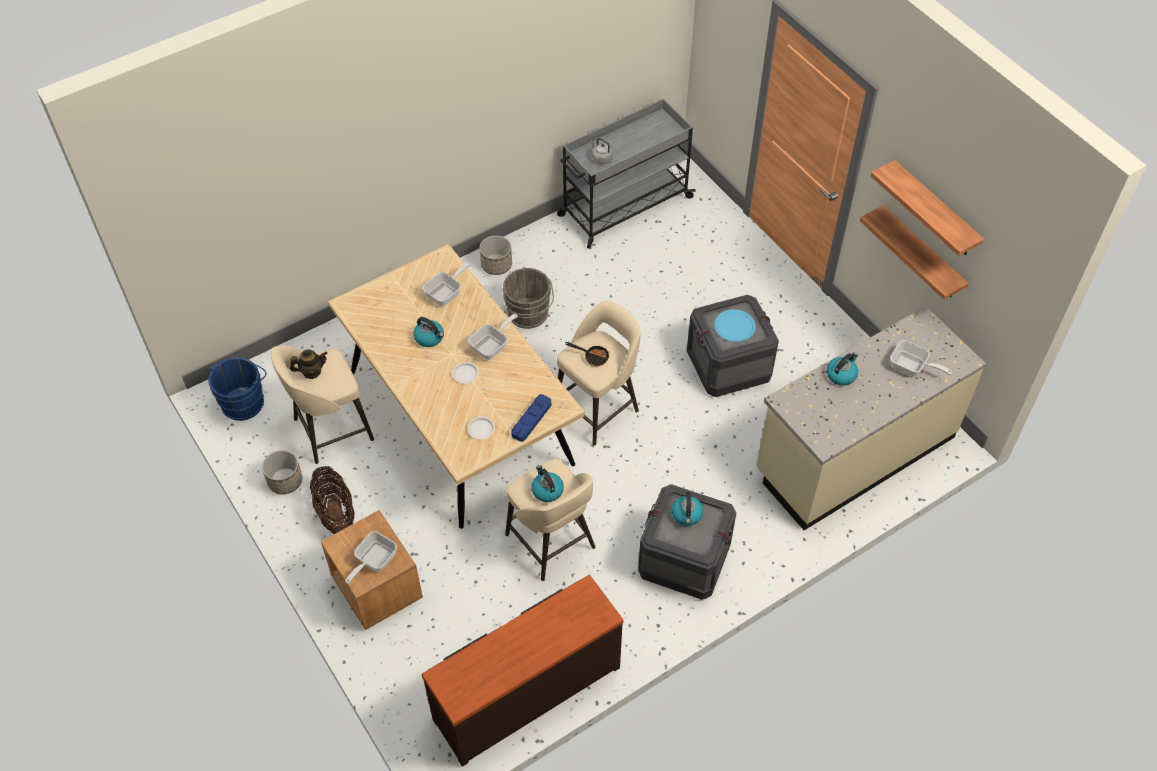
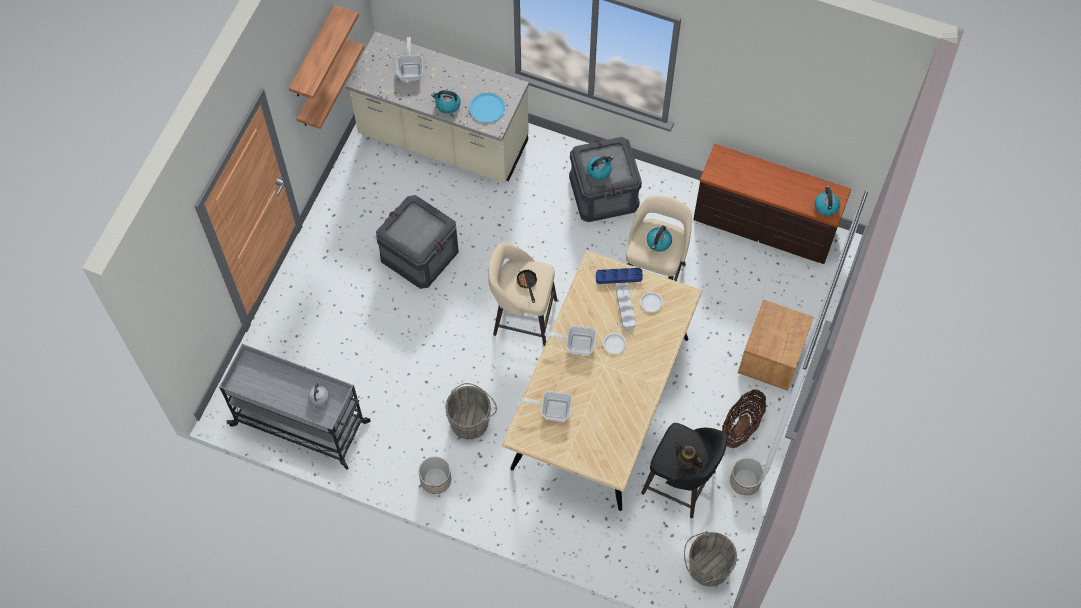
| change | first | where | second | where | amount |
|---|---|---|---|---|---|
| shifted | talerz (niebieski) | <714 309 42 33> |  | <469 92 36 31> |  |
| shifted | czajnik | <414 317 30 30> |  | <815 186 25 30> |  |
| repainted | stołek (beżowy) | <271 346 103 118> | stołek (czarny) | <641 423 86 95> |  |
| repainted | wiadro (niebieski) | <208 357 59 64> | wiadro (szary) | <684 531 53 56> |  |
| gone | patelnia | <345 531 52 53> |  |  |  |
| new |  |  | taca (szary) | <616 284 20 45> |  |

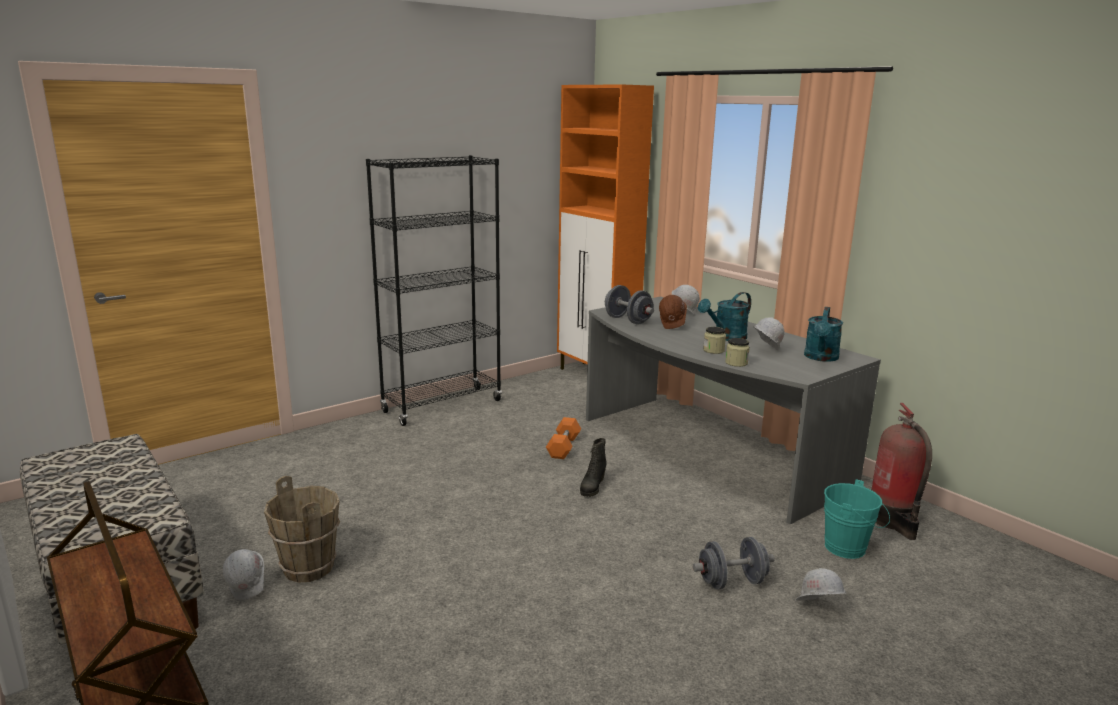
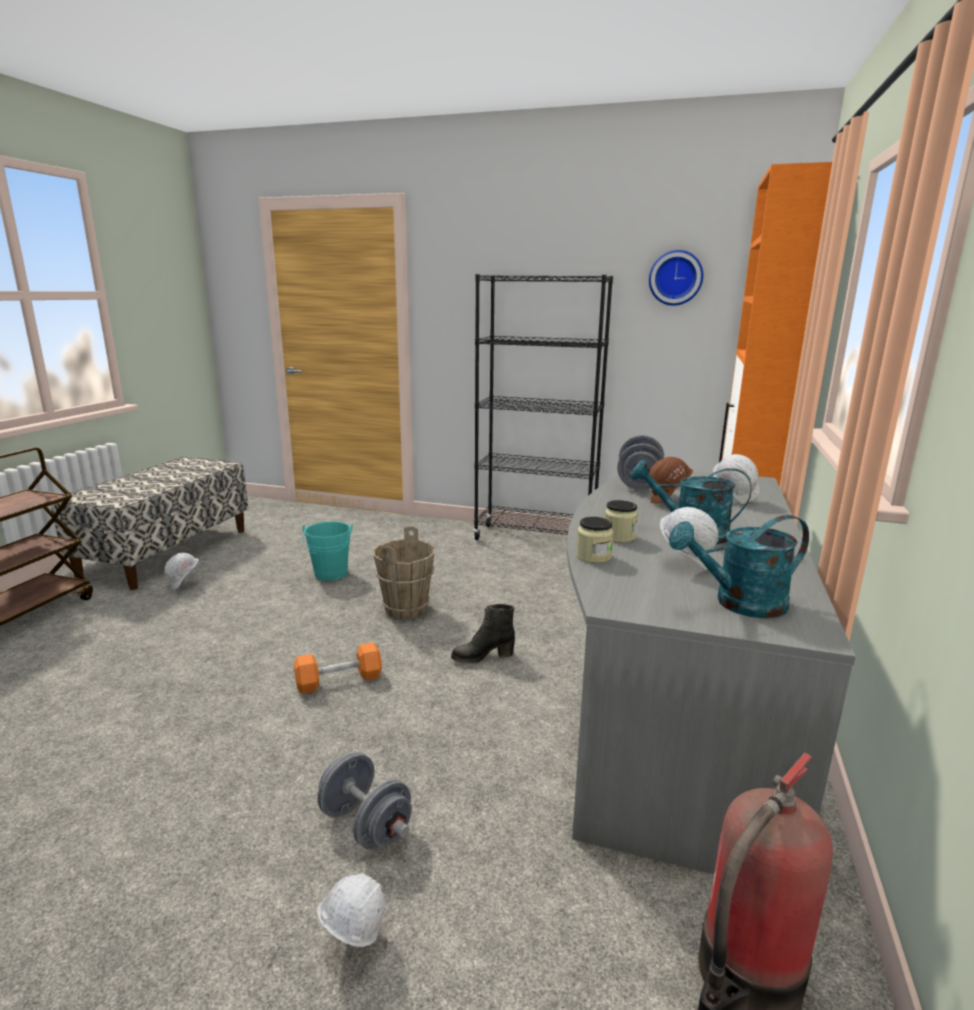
| change | first | where | second | where | amount |
|---|---|---|---|---|---|
| shifted | hantel (pomarańczowy) | <546 417 35 42> |  | <294 642 88 52> |  |
| shifted | wiadro (brązowy) | <264 476 76 106> |  | <373 526 62 93> |  |
| shifted | wiadro (turkusowy) | <824 479 66 80> |  | <302 521 51 60> |  |
| new |  |  | zegar ścienny | <649 250 54 56> |  |

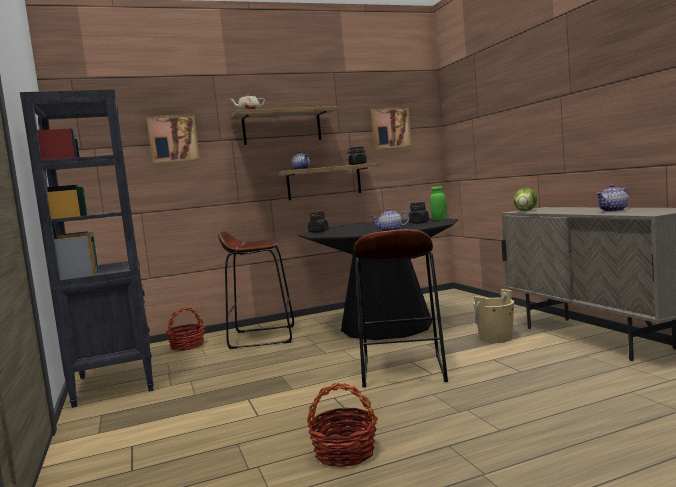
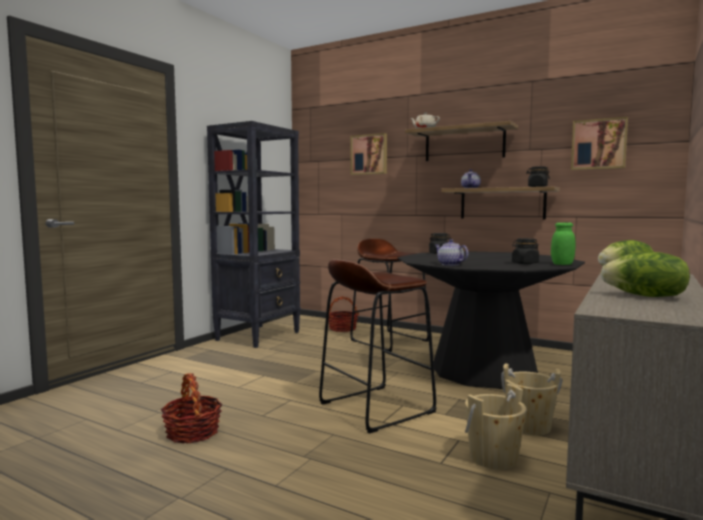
| change | first | where | second | where | amount |
|---|---|---|---|---|---|
| swapped | imbryk | <596 184 33 28> | sałata | <601 252 89 45> |  |
| new |  |  | wiadro (beżowy) | <465 384 62 86> |  |

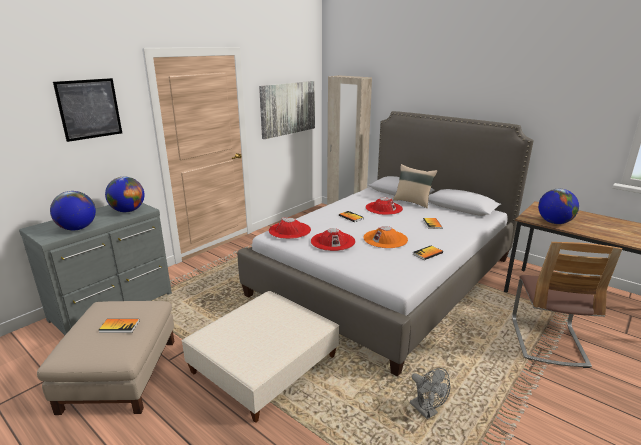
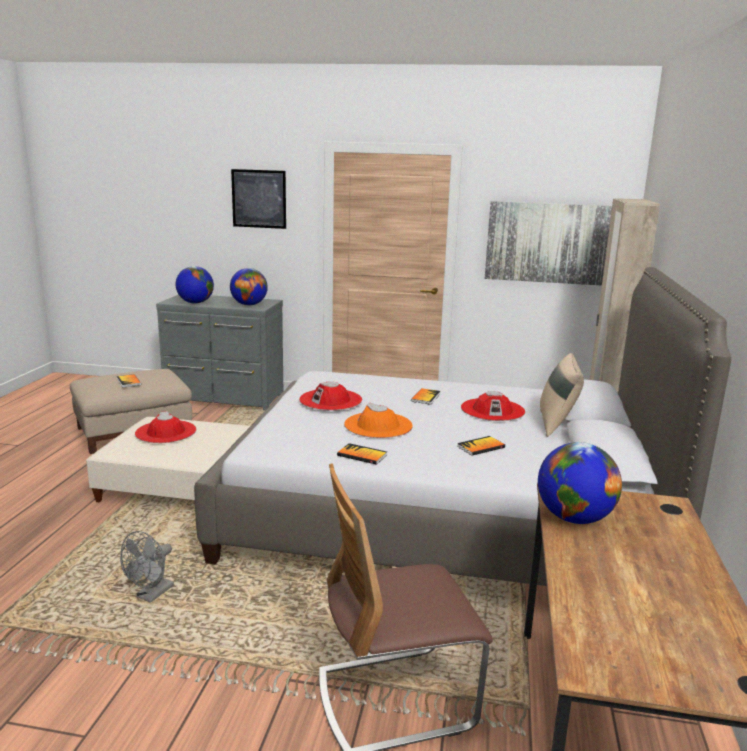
| change | first | where | second | where | amount |
|---|---|---|---|---|---|
| shifted | kapelusz (czerwony) | <269 217 42 22> |  | <135 411 61 32> |  |

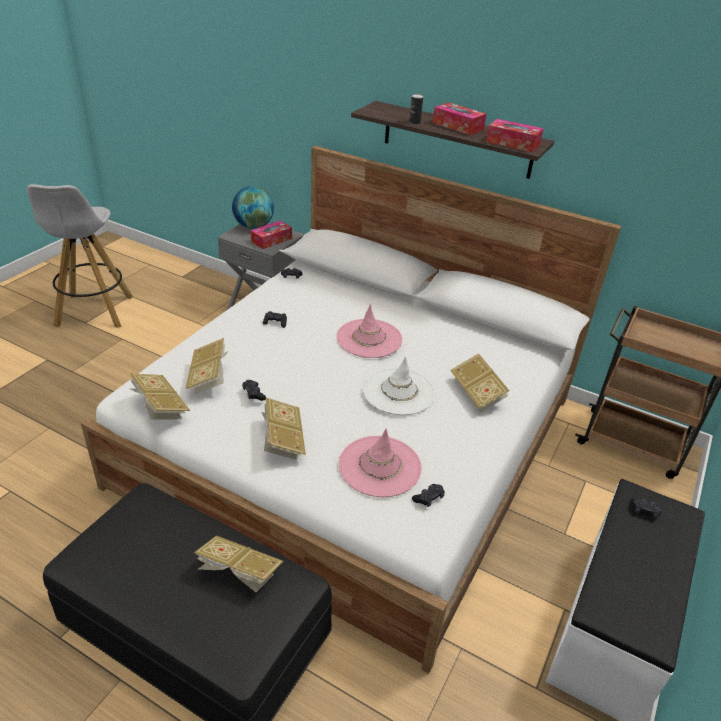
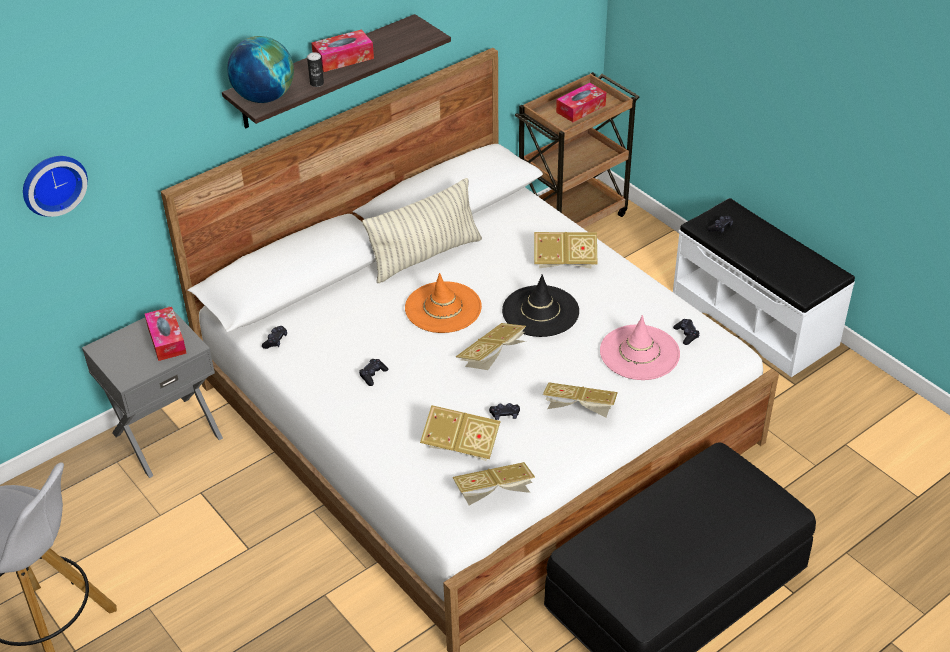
| change | first | where | second | where | amount |
|---|---|---|---|---|---|
| shifted | pudełko chusteczek | <486 119 58 33> |  | <556 83 50 39> |  |
| shifted | globus | <232 186 42 43> |  | <227 36 67 67> |  |
| repainted | kapelusz (różowy) | <336 304 66 54> | kapelusz (pomarańczowy) | <405 273 77 60> |  |
| repainted | kapelusz (biały) | <363 356 72 59> | kapelusz (czarny) | <502 274 77 63> |  |
| shifted | książka | <194 535 90 58> |  | <456 323 70 47> |  |
| new |  |  | zegar ścienny | <23 156 65 61> |  |
| new |  |  | poduszka | <362 178 120 105> |  |

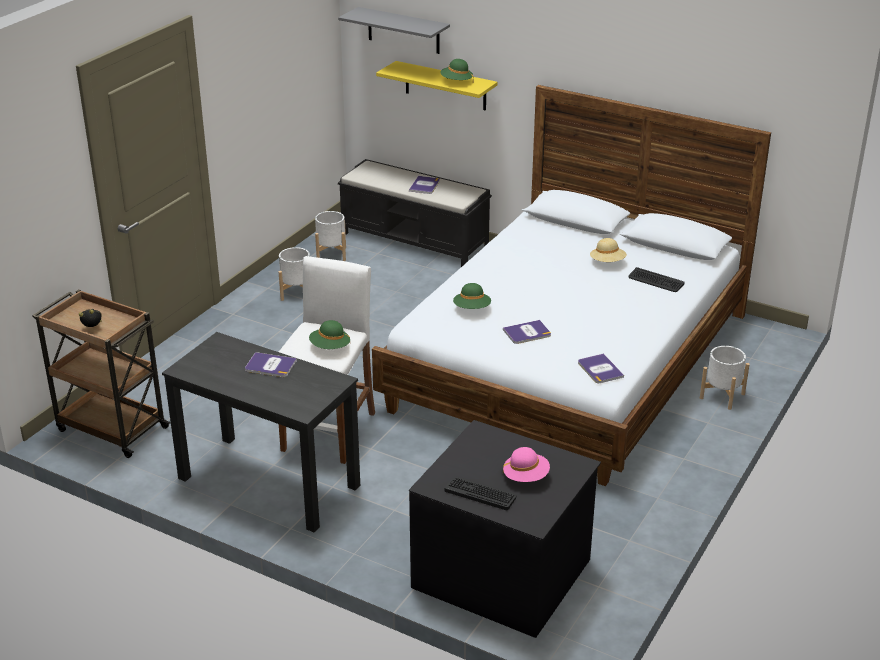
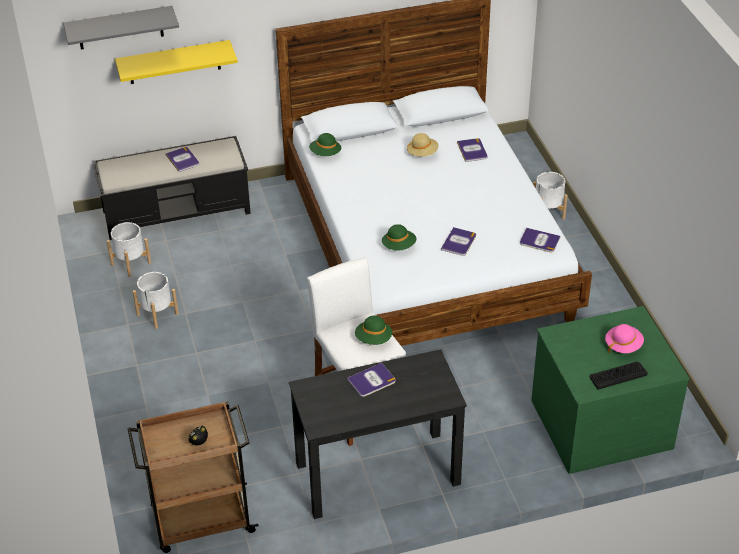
| change | first | where | second | where | amount |
|---|---|---|---|---|---|
| shifted | kapelusz (zielony) | <440 59 33 21> |  | <309 133 32 23> |  |
| swapped | klawiatura | <628 267 56 25> | książka | <457 138 30 24> |  |
| repainted | komoda (czarny) | <409 420 192 218> | komoda (zielony) | <531 306 159 168> |  |

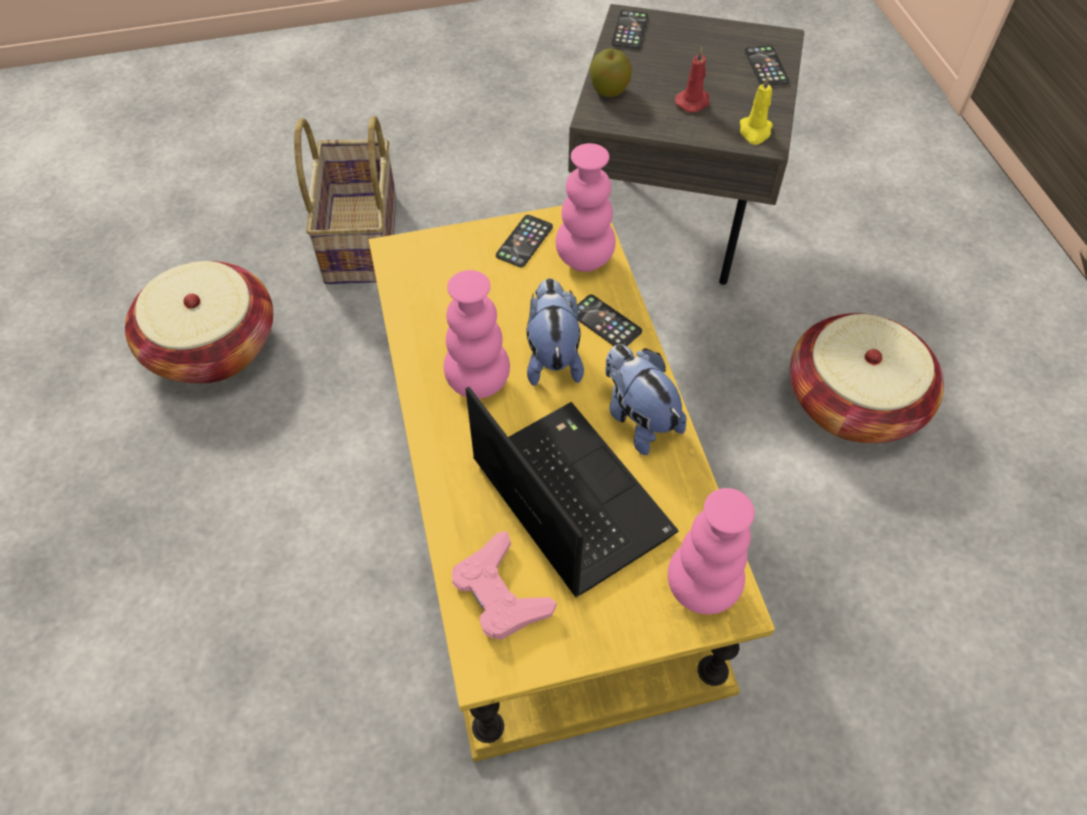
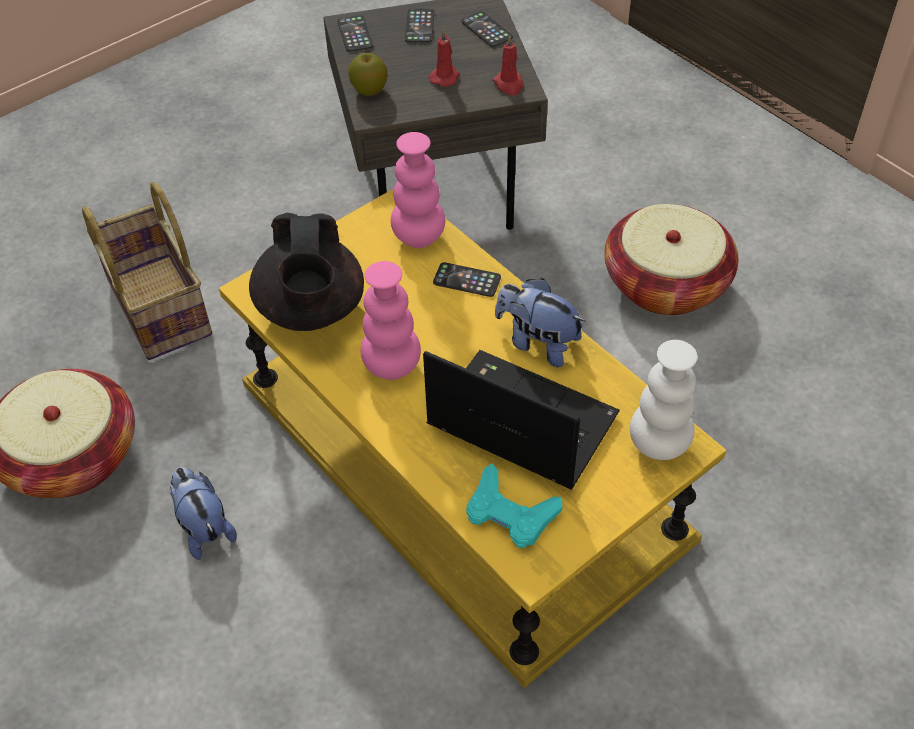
| change | first | where | second | where | amount |
|---|---|---|---|---|---|
| repainted | świeca (żółty) | <740 76 33 69> | świeca (czerwony) | <493 35 30 61> |  |
| shifted | telefon | <496 215 57 52> |  | <405 8 29 35> |  |
| shifted | pluszak | <527 278 57 108> |  | <170 467 67 93> |  |
| repainted | wazon (różowy) | <668 488 87 126> | wazon (biały) | <630 340 68 120> |  |
| repainted | pad do gier (różowy) | <452 531 104 109> | pad do gier (turkusowy) | <466 464 96 84> |  |
| new |  |  | imbryk (czarny) | <249 213 115 118> |  |

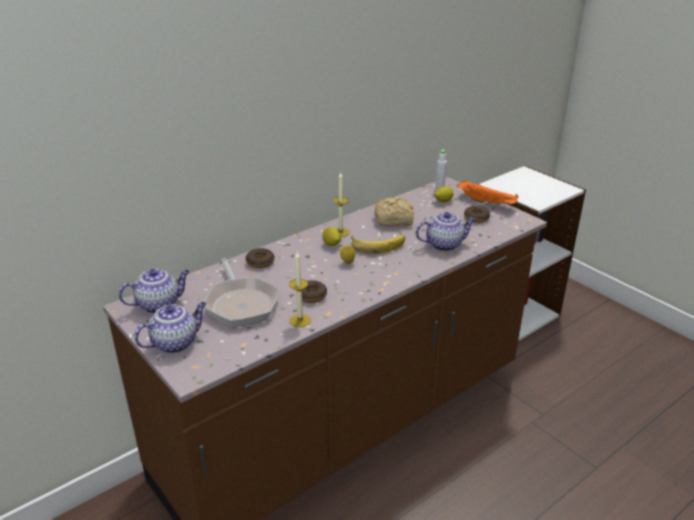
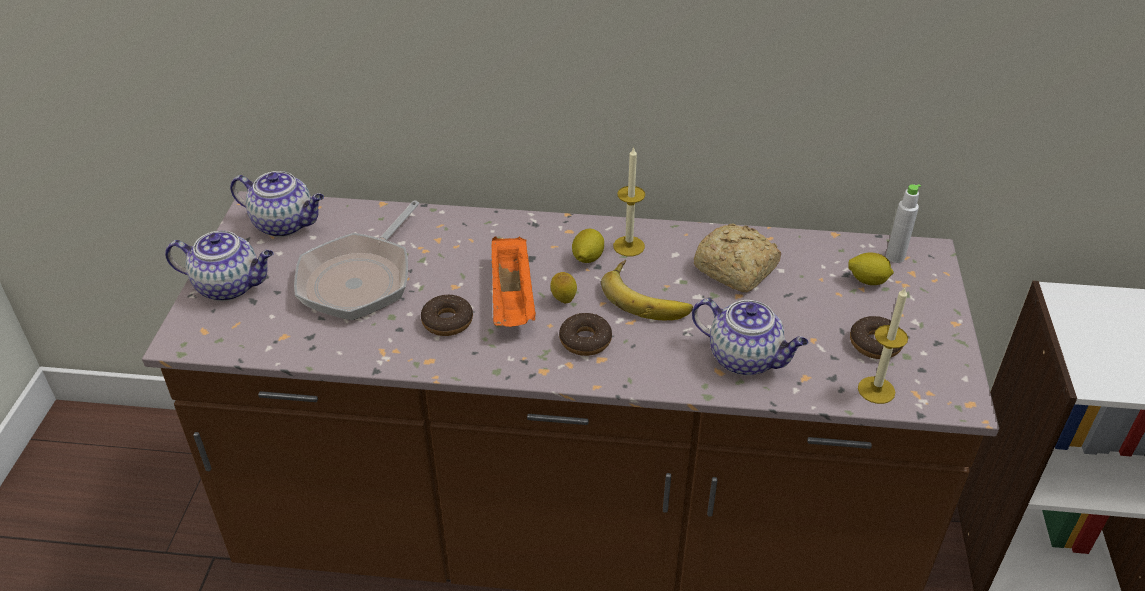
| change | first | where | second | where | amount |
|---|---|---|---|---|---|
| shifted | taca (pomarańczowy) | <456 181 62 23> |  | <491 236 45 91> |  |
| shifted | donut | <246 248 28 20> |  | <559 313 53 43> |  |
| shifted | świeca | <289 252 22 75> |  | <858 287 50 117> |  |

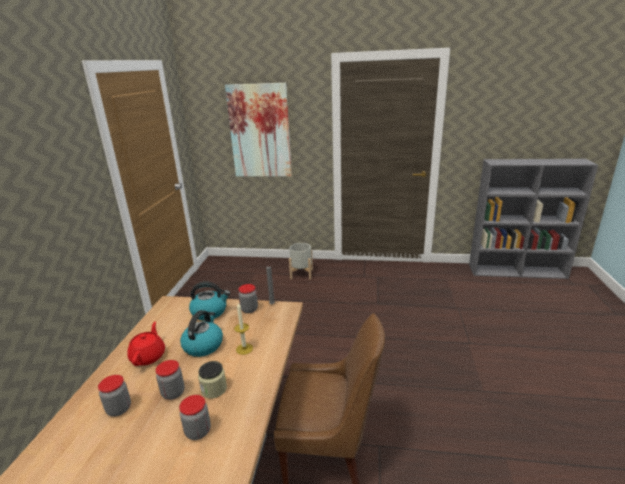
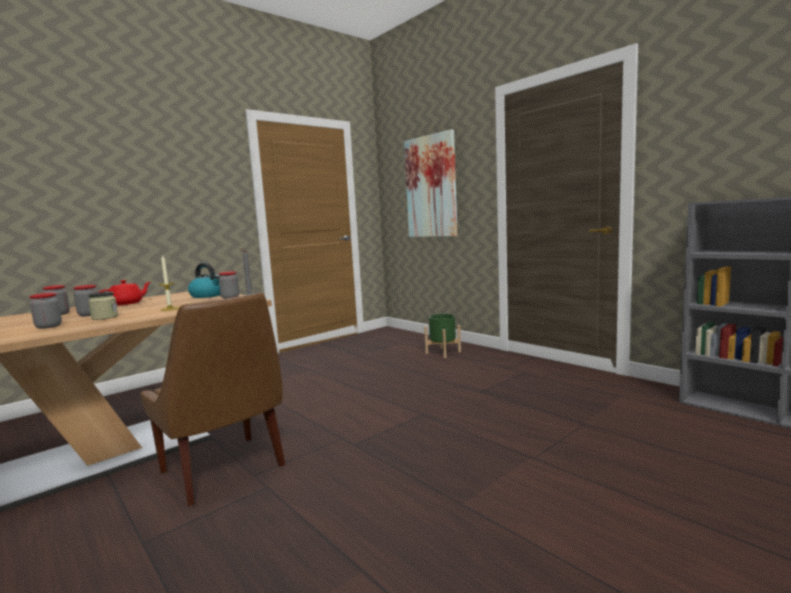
| change | first | where | second | where | amount |
|---|---|---|---|---|---|
| repainted | donica (szary) | <289 243 24 37> | donica (zielony) | <424 314 37 44> |  |
| gone | czajnik | <180 310 43 47> |  |  |  |

